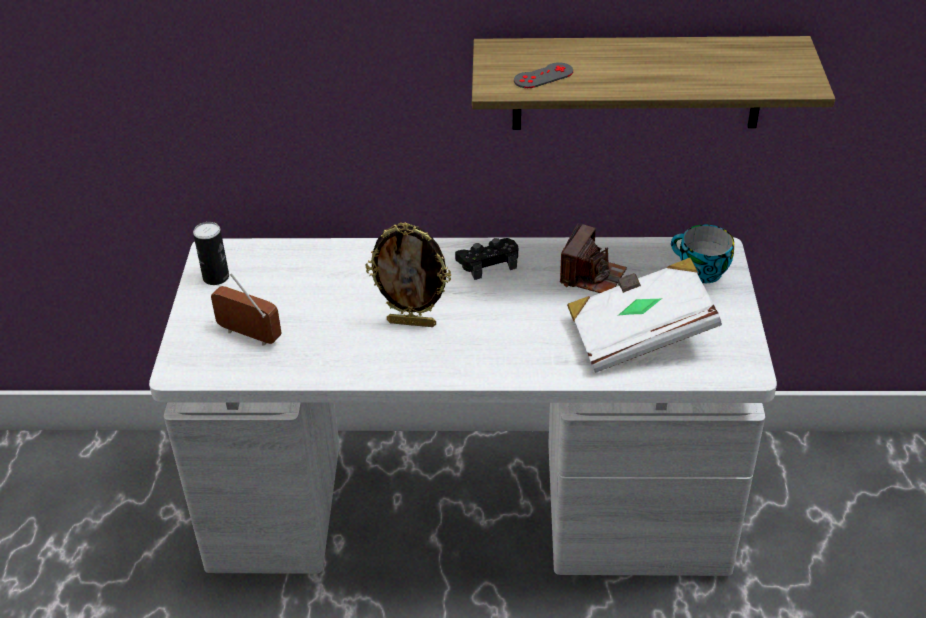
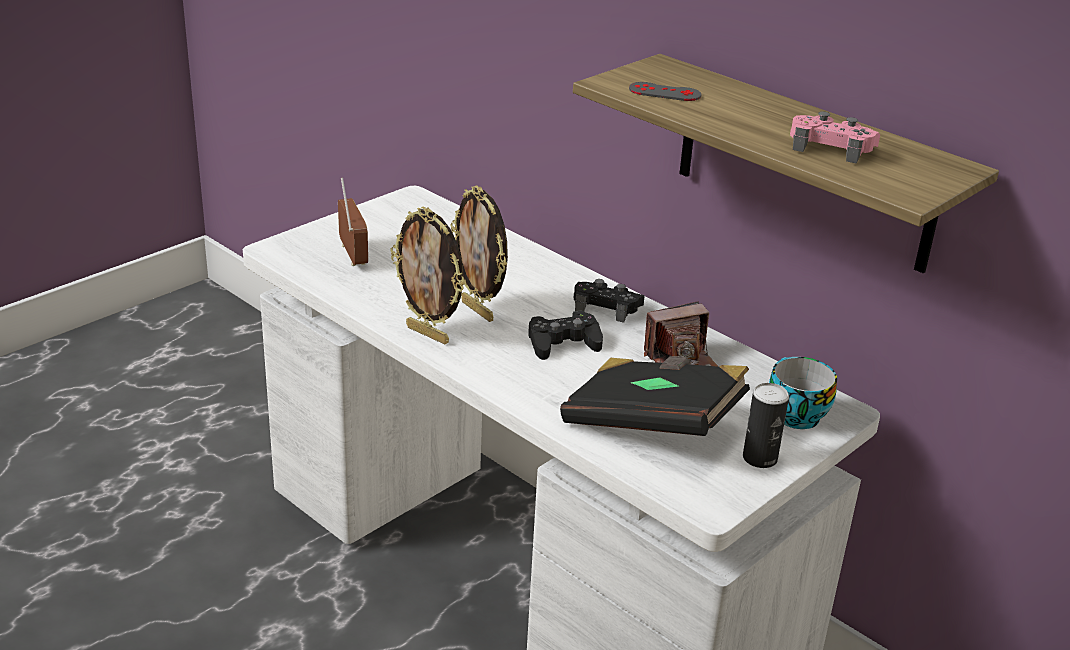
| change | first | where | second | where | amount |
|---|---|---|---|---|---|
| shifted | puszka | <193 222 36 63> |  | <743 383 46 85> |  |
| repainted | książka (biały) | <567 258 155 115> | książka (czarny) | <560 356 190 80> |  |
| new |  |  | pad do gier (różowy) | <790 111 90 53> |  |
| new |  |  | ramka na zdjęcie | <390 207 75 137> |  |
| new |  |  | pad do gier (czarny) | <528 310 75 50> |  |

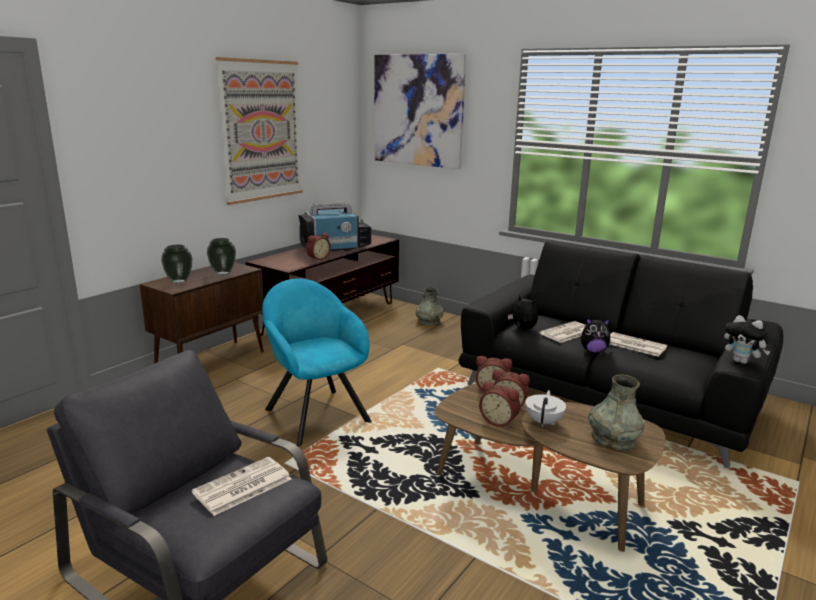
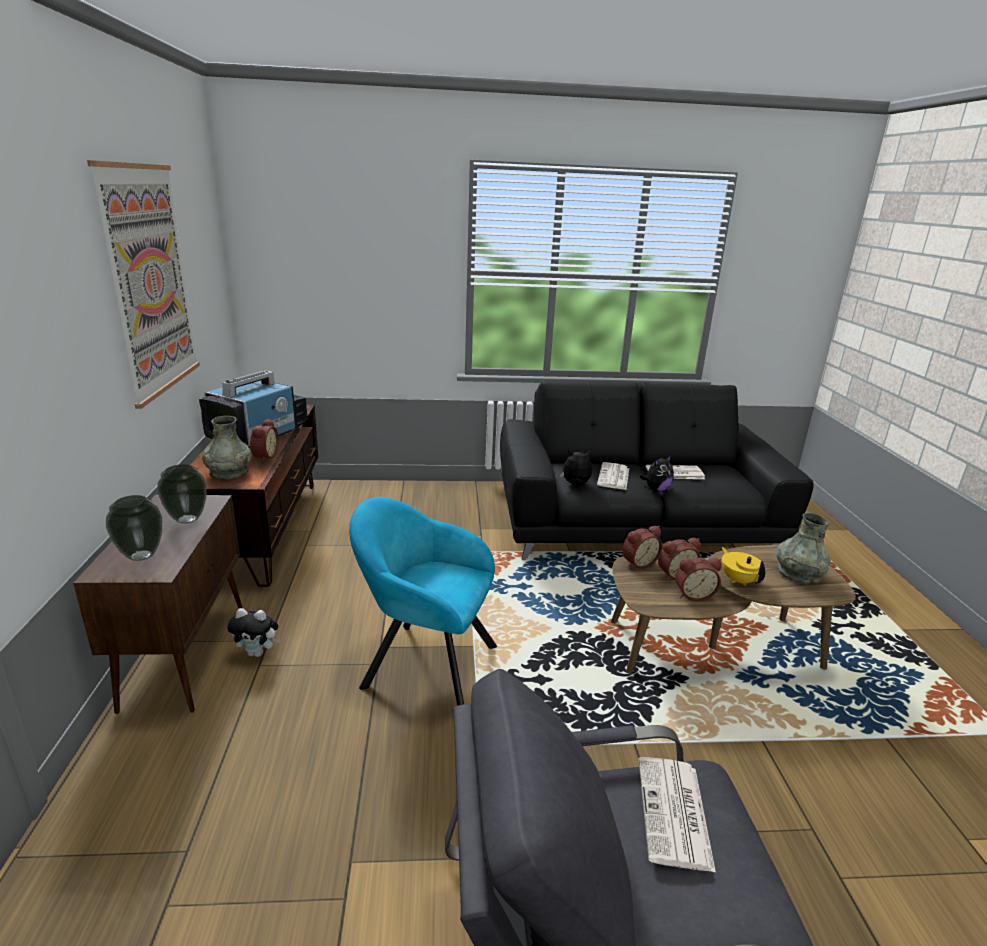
| change | first | where | second | where | amount |
|---|---|---|---|---|---|
| gone | obraz | <374 54 92 115> |  |  |  |
| shifted | wazon (szary) | <416 287 28 39> |  | <202 416 50 64> |  |
| shifted | pluszak | <724 315 47 49> |  | <227 608 53 49> |  |
| repainted | imbryk (biały) | <525 390 41 37> | imbryk (żółty) | <721 547 45 39> |  |

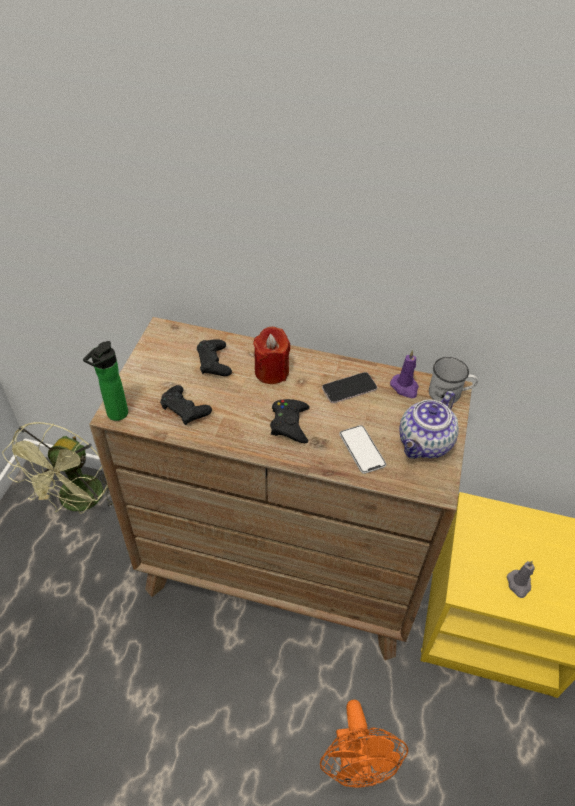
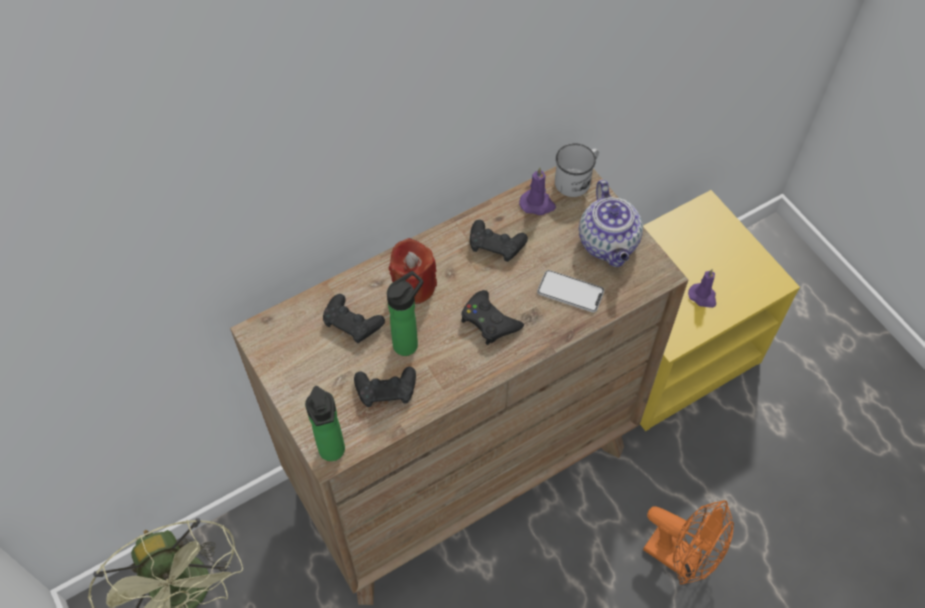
| change | first | where | second | where | amount |
|---|---|---|---|---|---|
| swapped | telefon | <322 372 55 31> | pad do gier (czarny) | <470 220 58 42> |  |
| repainted | świeca (szary) | <507 561 28 37> | świeca (fioletowy) | <688 269 28 39> |  |
| new |  |  | butelka | <387 271 36 85> |  |

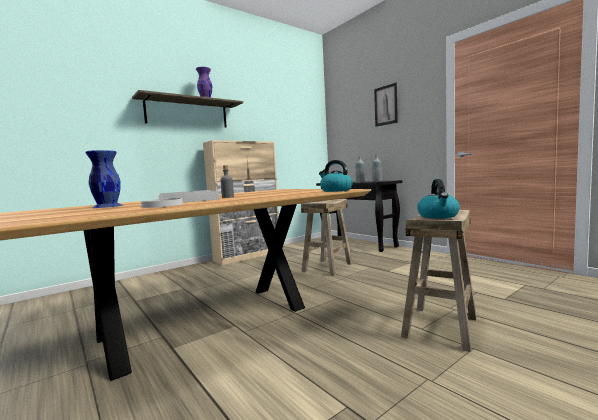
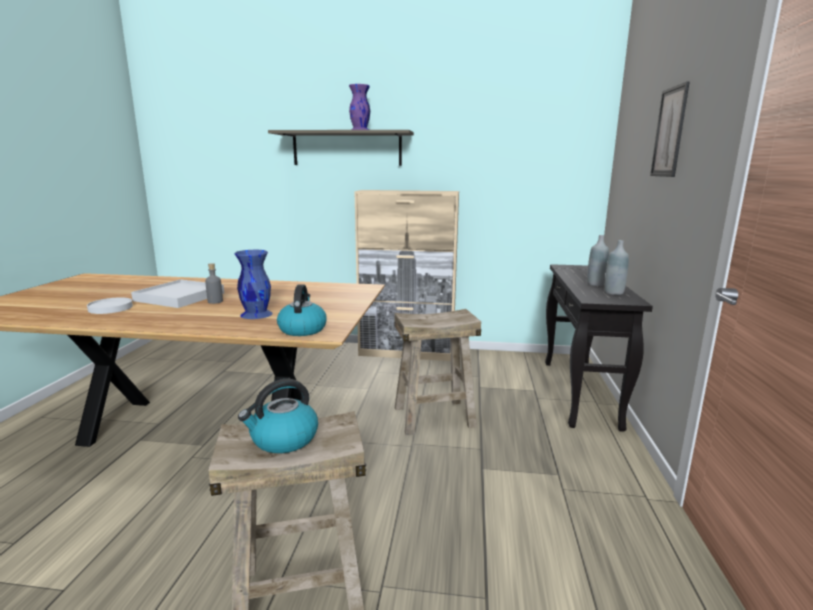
| change | first | where | second | where | amount |
|---|---|---|---|---|---|
| shifted | wazon (niebieski) | <85 150 38 58> |  | <235 250 38 69> |  |

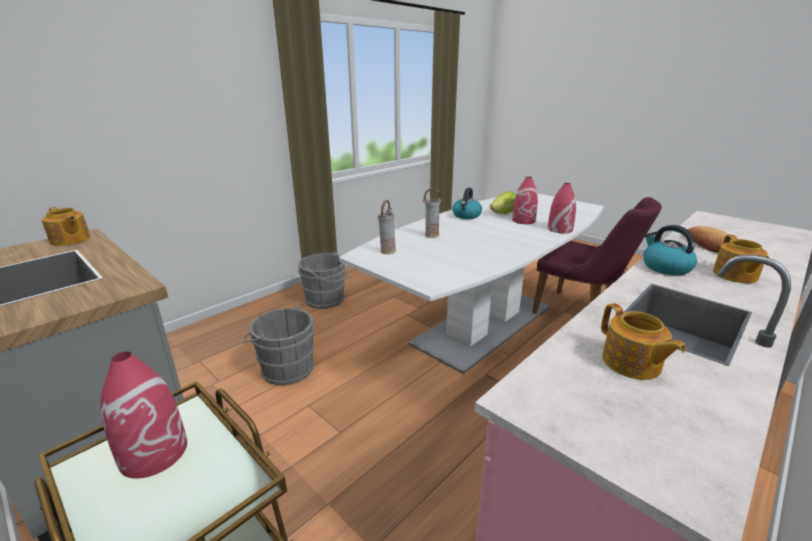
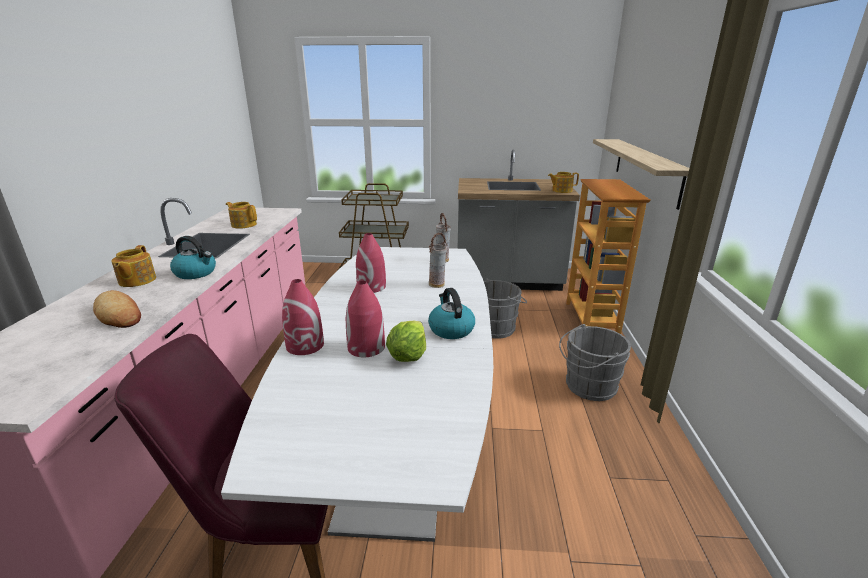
| change | first | where | second | where | amount |
|---|---|---|---|---|---|
| rotated | imbryk | <713 235 56 48> |  | <111 245 45 42> | 150 degrees counterclockwise |
| shifted | wazon (czerwony) | <100 352 87 127> |  | <356 233 30 60> |  |
| new |  |  | półka | <593 139 97 71> |  |
| new |  |  | regał | <566 179 85 155> |  |

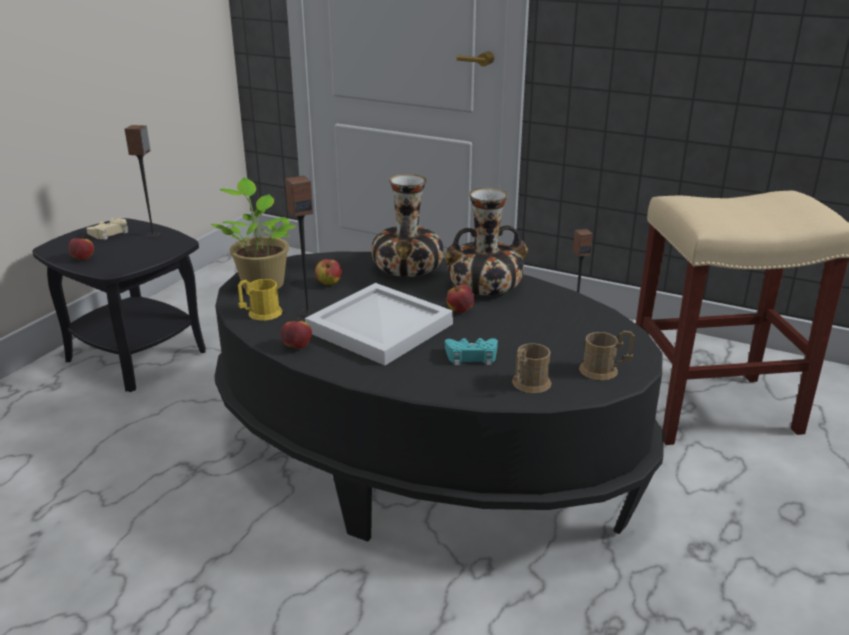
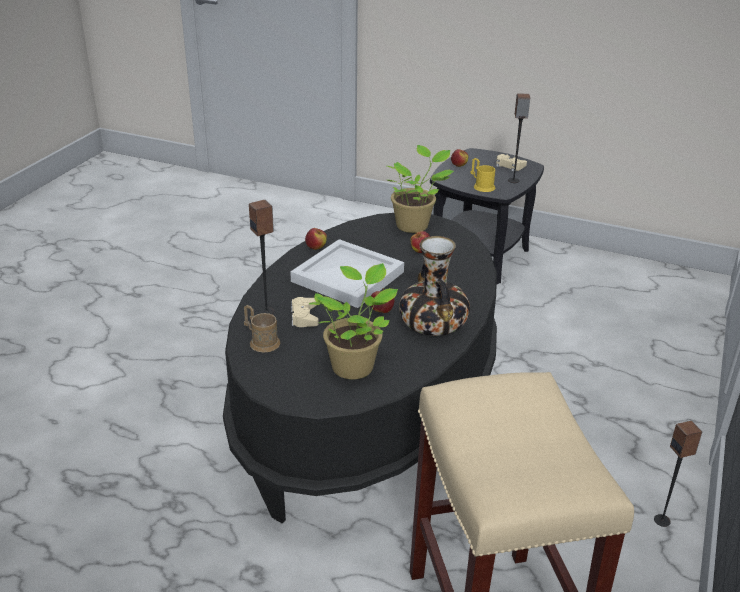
| change | first | where | second | where | amount |
|---|---|---|---|---|---|
| gone | wazon | <371 174 73 103> |  |  |  |
| shifted | głośnik | <285 175 32 142> |  | <249 200 25 114> |  |
| shifted | kubek (żółty) | <238 279 45 42> |  | <470 158 25 34> |  |
| gone | kubek (brązowy) | <579 331 55 49> |  |  |  |
| repainted | pad do gier (turkusowy) | <445 338 53 27> | pad do gier (beżowy) | <291 297 27 30> |  |
| new |  |  | roślina doniczkowa | <309 263 89 116> |  |

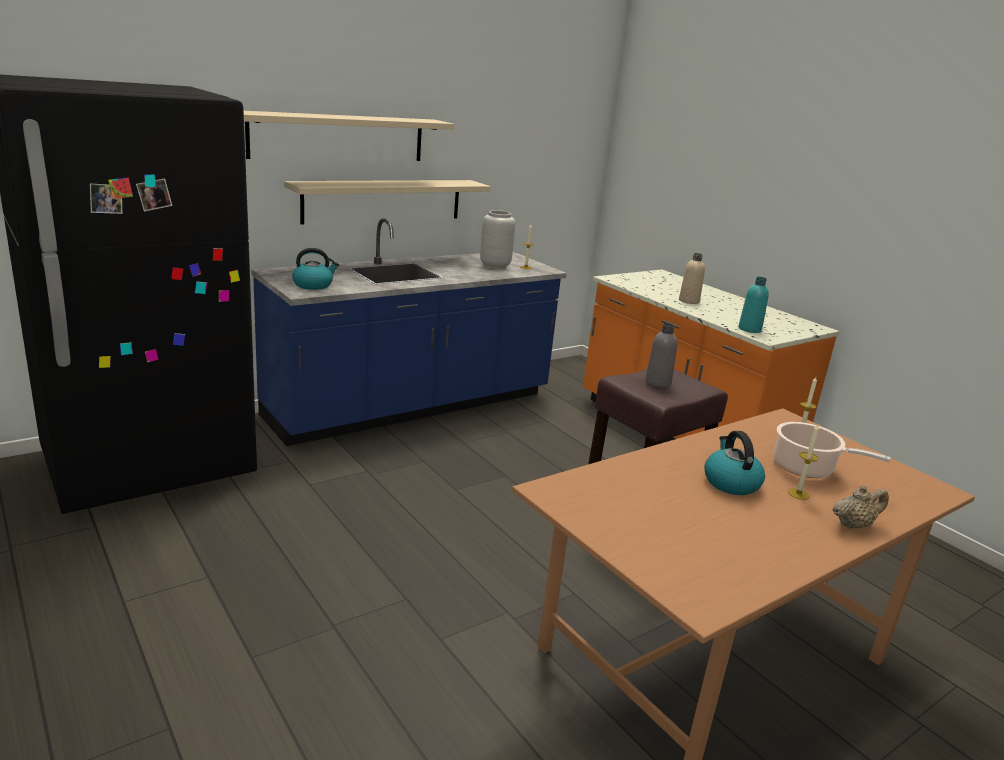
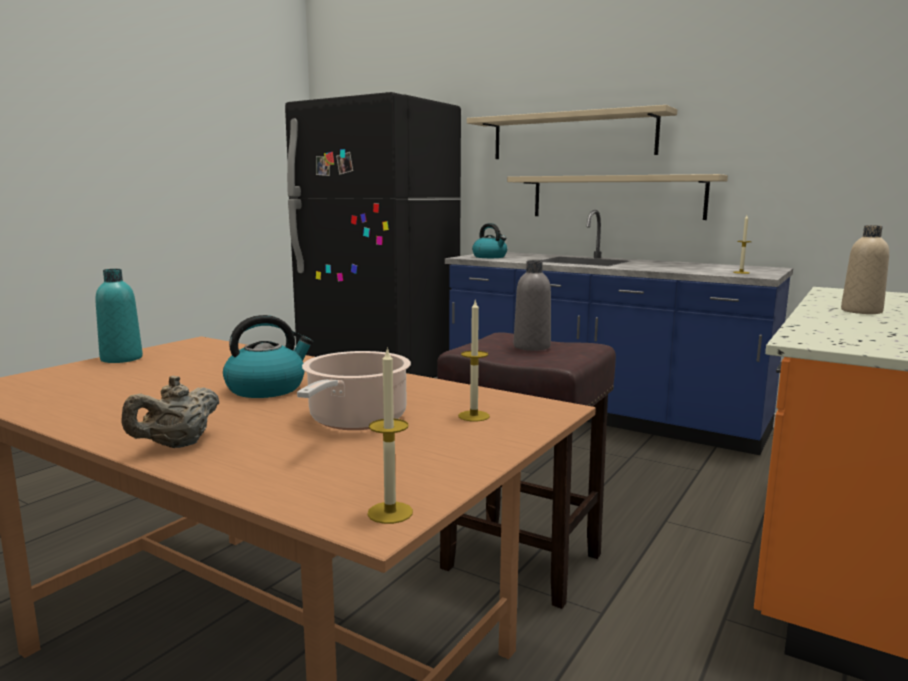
| change | first | where | second | where | amount |
|---|---|---|---|---|---|
| gone | wazon (szary) | <480 210 35 59> |  |  |  |
| shifted | butelka (turkusowy) | <739 277 30 56> |  | <95 269 48 94> |  |
| shifted | świeca | <788 424 31 76> |  | <368 347 45 177> |  |
| rotated | imbryk (beżowy) | <833 485 56 44> |  | <121 376 98 72> | 75 degrees clockwise |

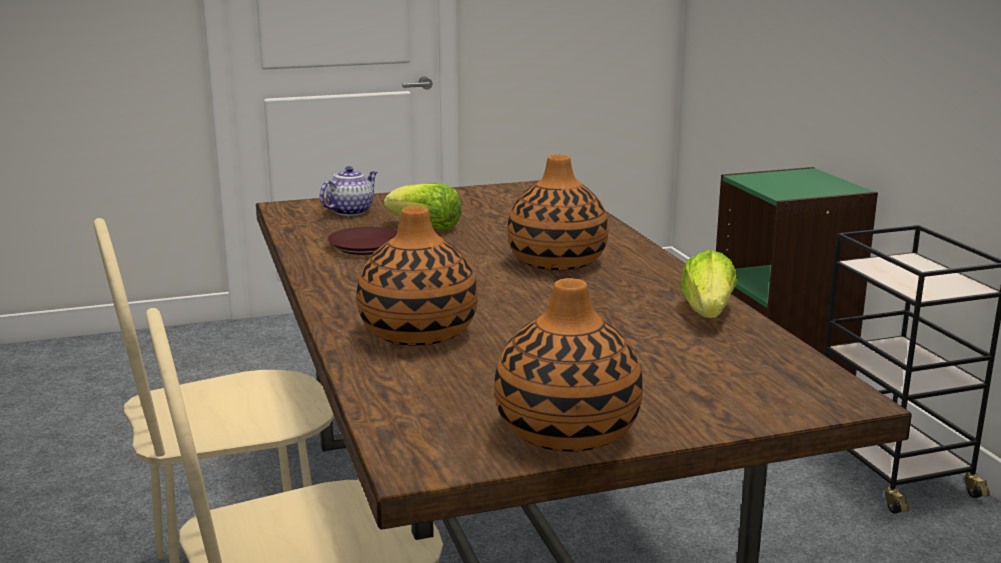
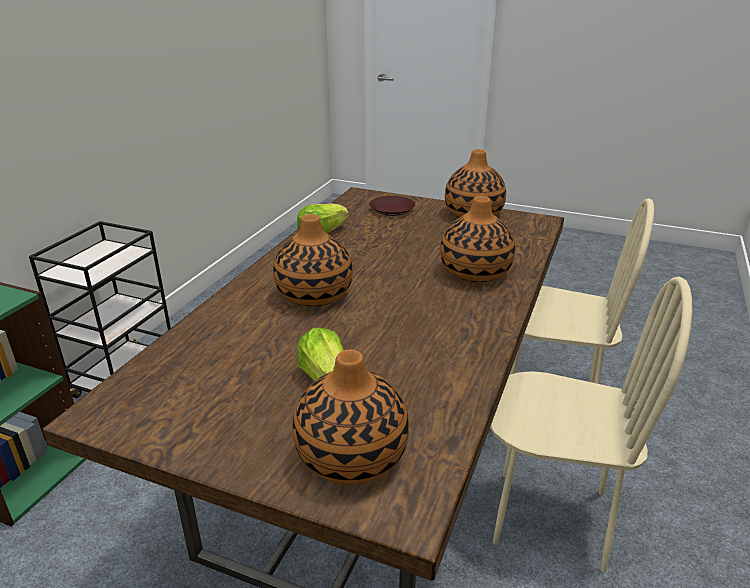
| change | first | where | second | where | amount |
|---|---|---|---|---|---|
| swapped | imbryk | <320 166 58 50> | wazon | <293 349 116 135> |  |
| shifted | talerz (brązowy) | <328 227 70 28> |  | <369 196 46 20> |  |

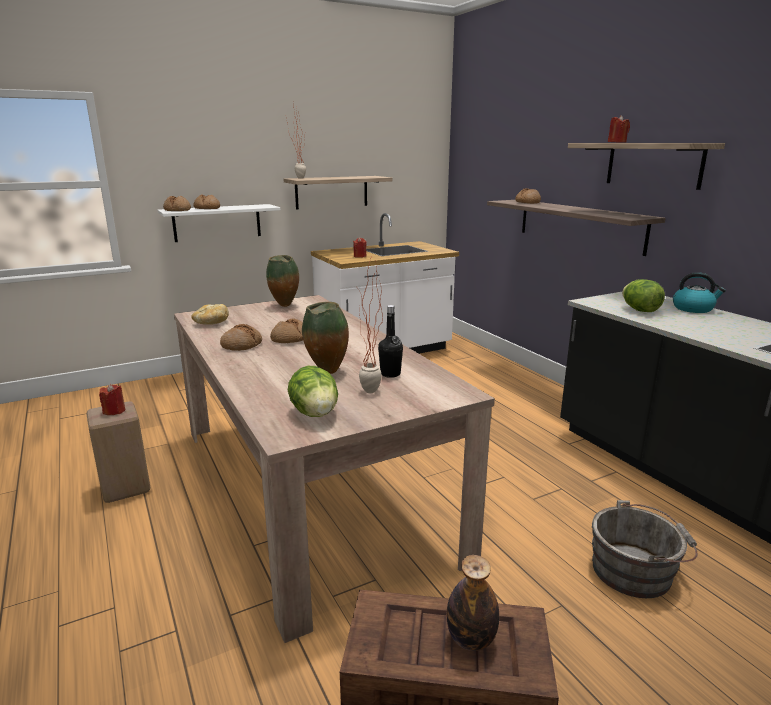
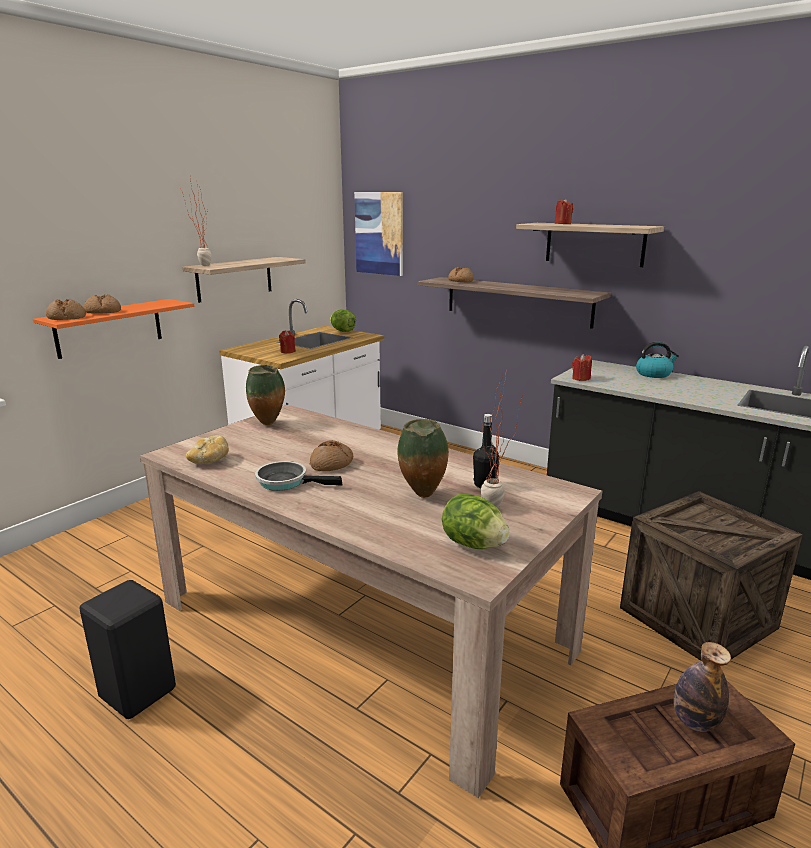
| change | first | where | second | where | amount |
|---|---|---|---|---|---|
| repainted | półka (biały) | <158 204 122 38> | półka (pomarańczowy) | <33 299 161 60> |  |
| shifted | sałata | <622 279 43 33> |  | <330 310 26 22> |  |
| swapped | chleb | <220 324 42 27> | patelnia | <255 461 87 30> |  |
| shifted | świeca (czerwony) | <99 384 26 31> |  | <572 354 20 27> |  |
| repainted | stołek (beżowy) | <87 401 64 102> | stołek (czarny) | <79 580 97 139> |  |
| swapped | wiadro (szary) | <592 500 106 98> | skrzynka | <620 491 183 170> |  |
| new |  |  | obraz | <354 192 49 84> |  |

